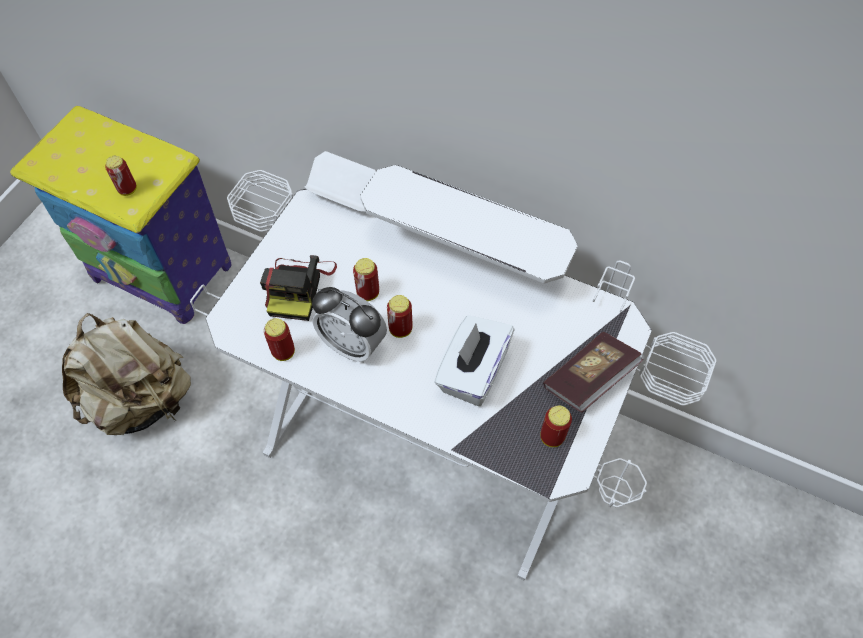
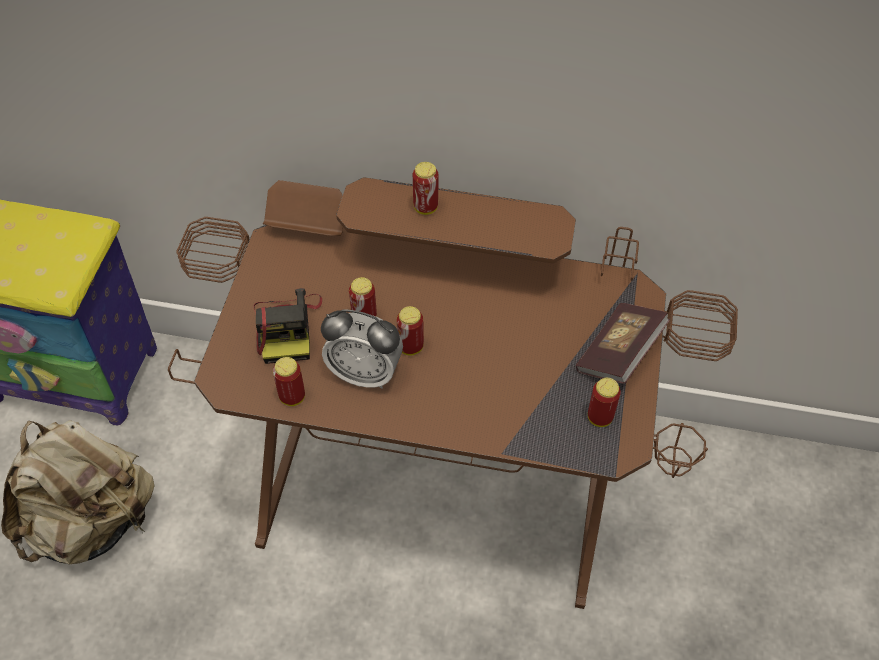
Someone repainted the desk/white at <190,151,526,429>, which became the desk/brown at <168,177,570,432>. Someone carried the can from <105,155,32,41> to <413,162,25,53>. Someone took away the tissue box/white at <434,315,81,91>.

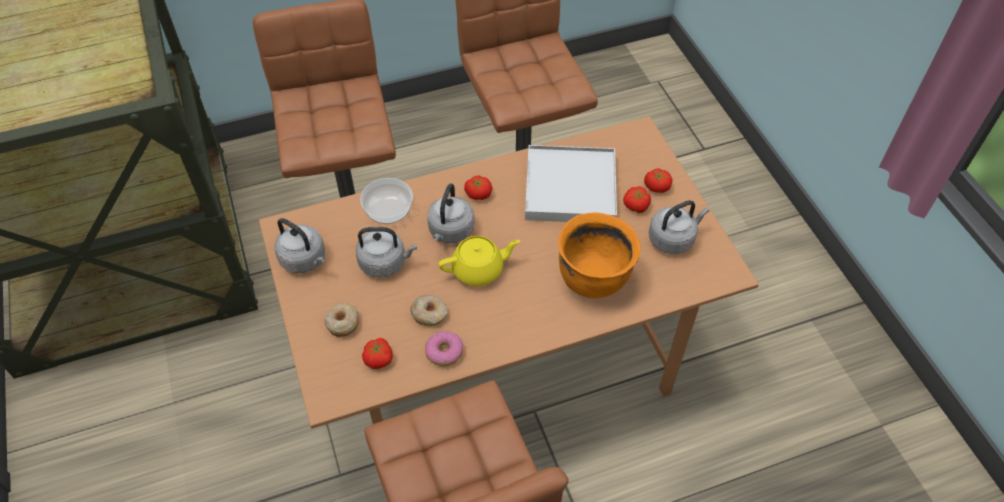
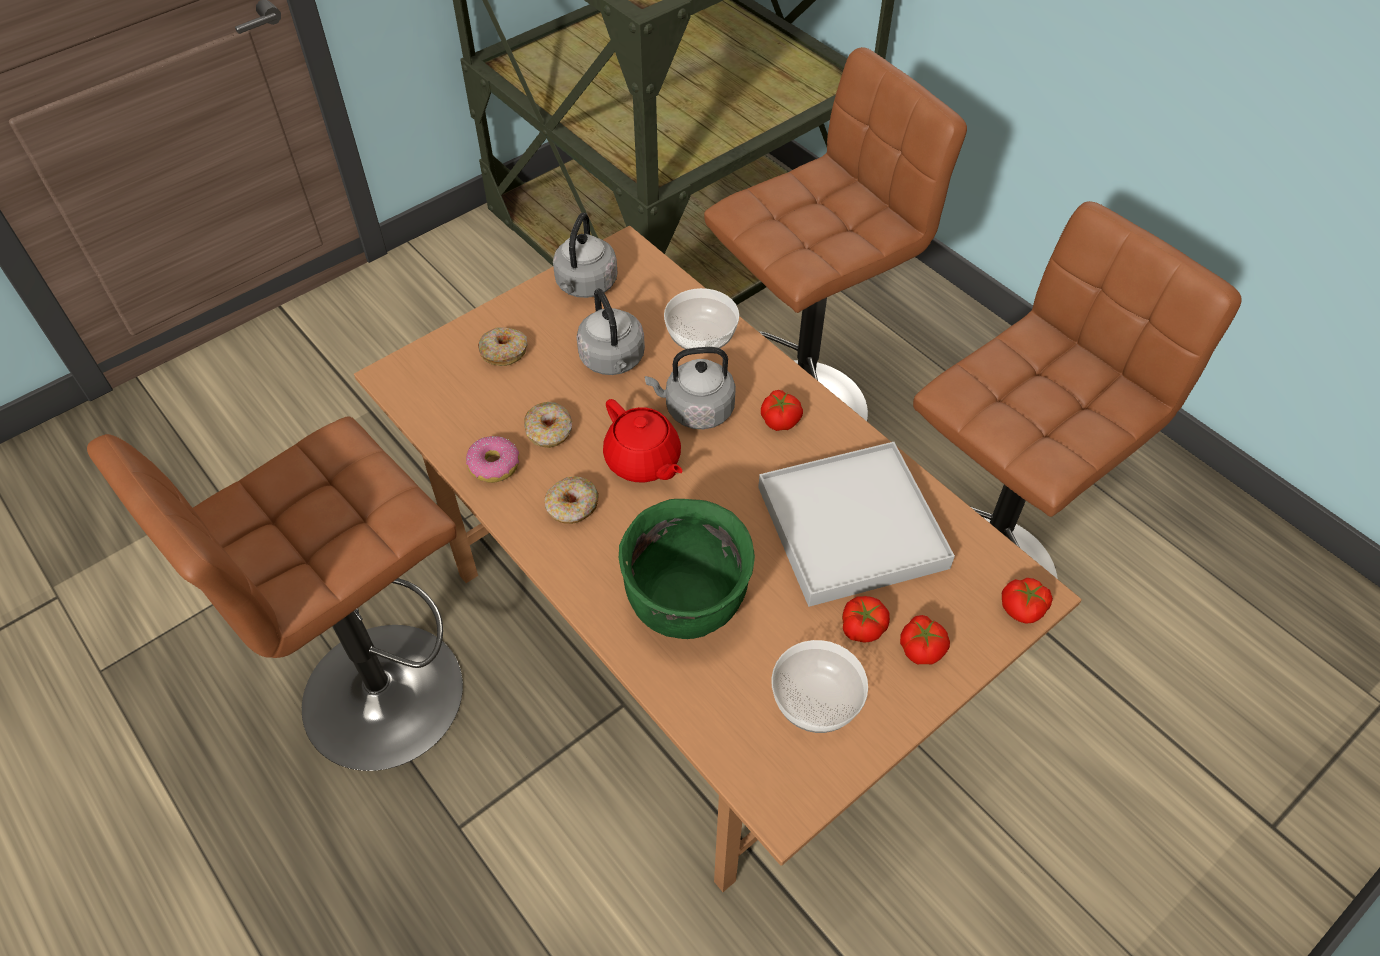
Someone swapped the kettle/grey at <649,200,60,54> for the bowl at <771,640,97,93>. Someone repainted the cooking pot/orange at <558,212,83,86>, which became the cooking pot/green at <619,499,136,140>. Someone repainted the teapot/yellow at <438,236,82,50>, which became the teapot/red at <603,399,80,83>. Someone carried the tomato from <362,338,31,31> to <1002,578,51,46>. Someone put down the donut at <545,477,54,47>.

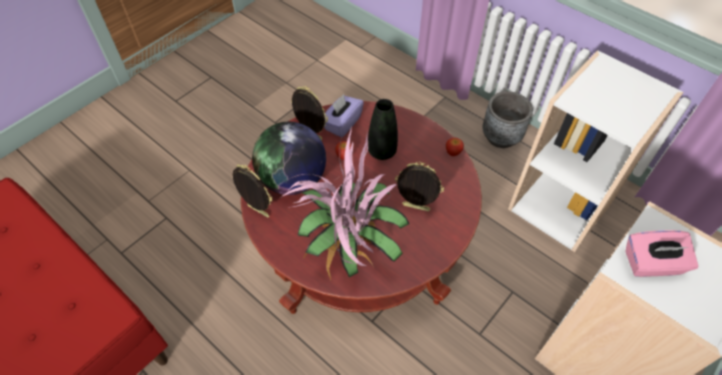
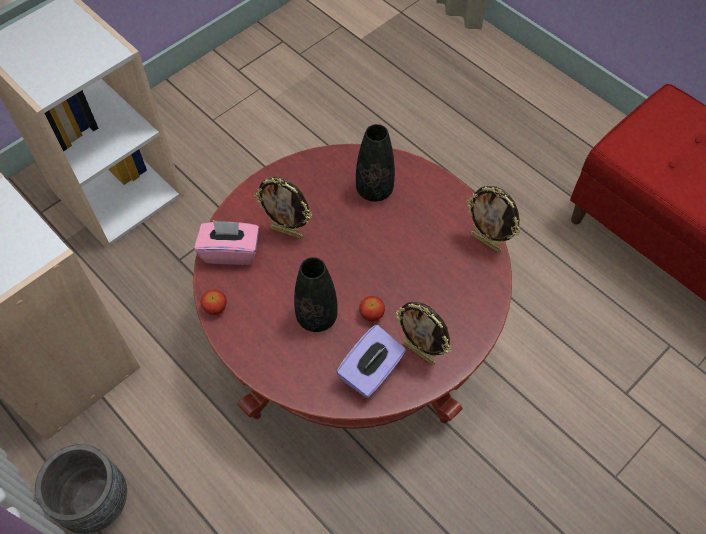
Someone took away the globe at <252,122,74,73>. Someone swapped the potted plant at <280,126,130,154> for the vase/black at <356,124,39,78>. Someone carried the tissue box/pink from <625,230,73,47> to <194,220,65,45>.

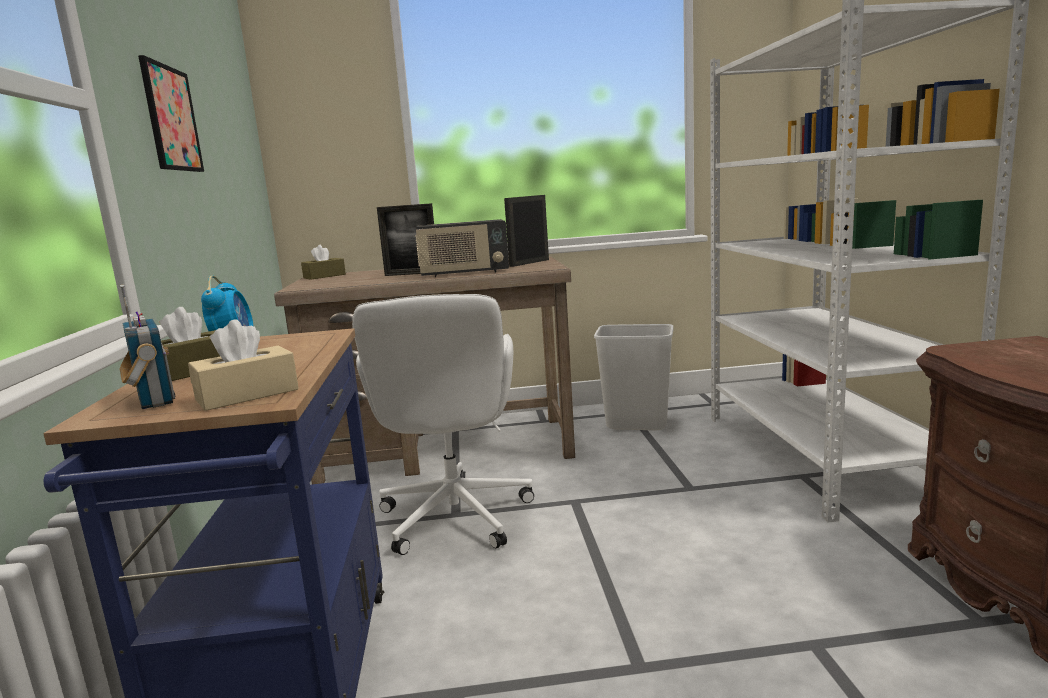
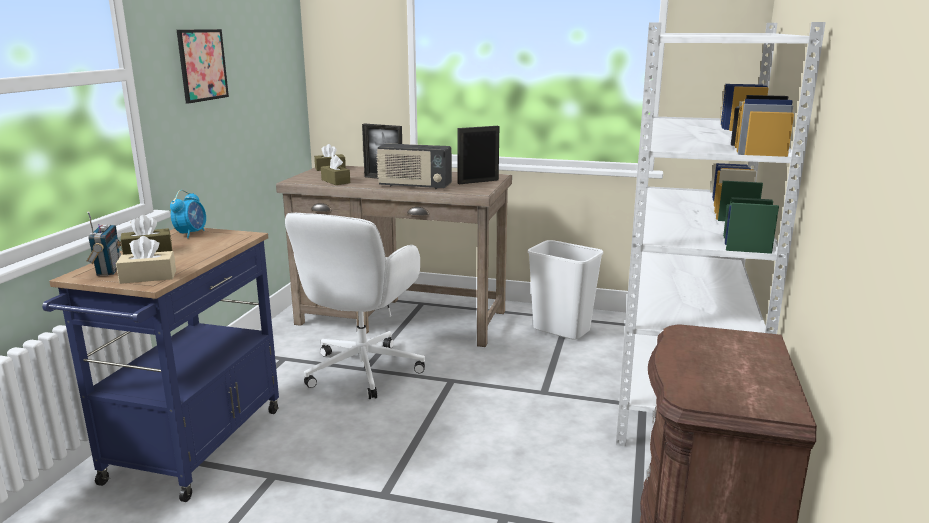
Someone put down the tissue box/brown at <321,155,29,30>.

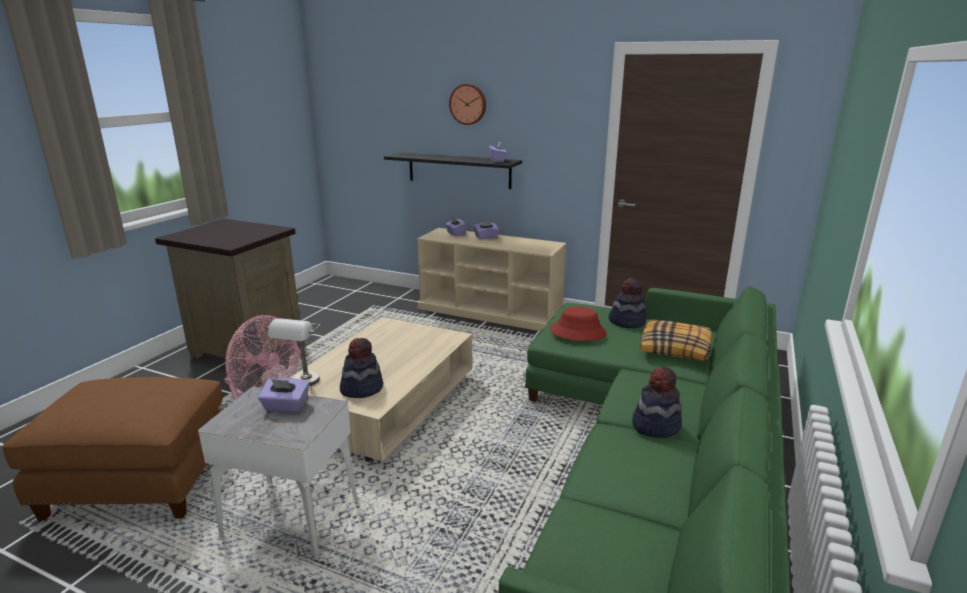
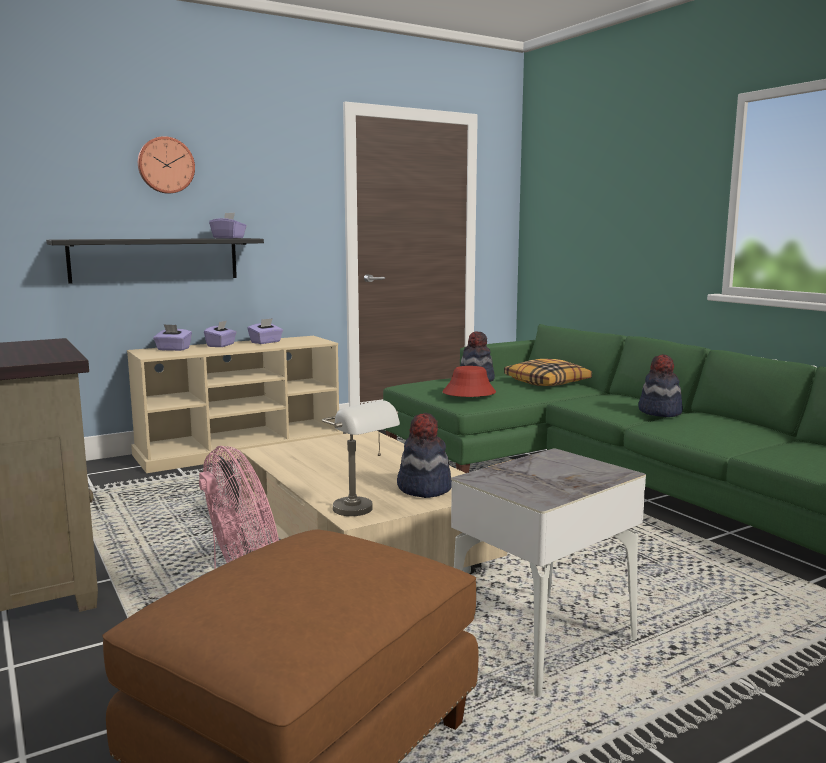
Someone carried the tissue box/purple from <258,378,51,35> to <247,318,36,26>.

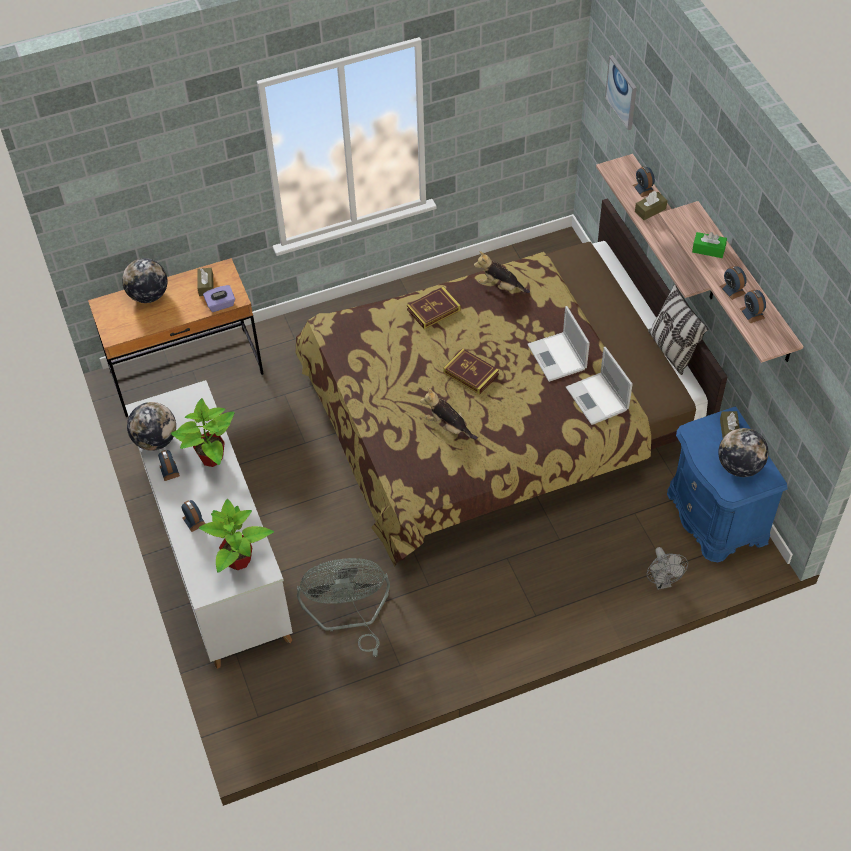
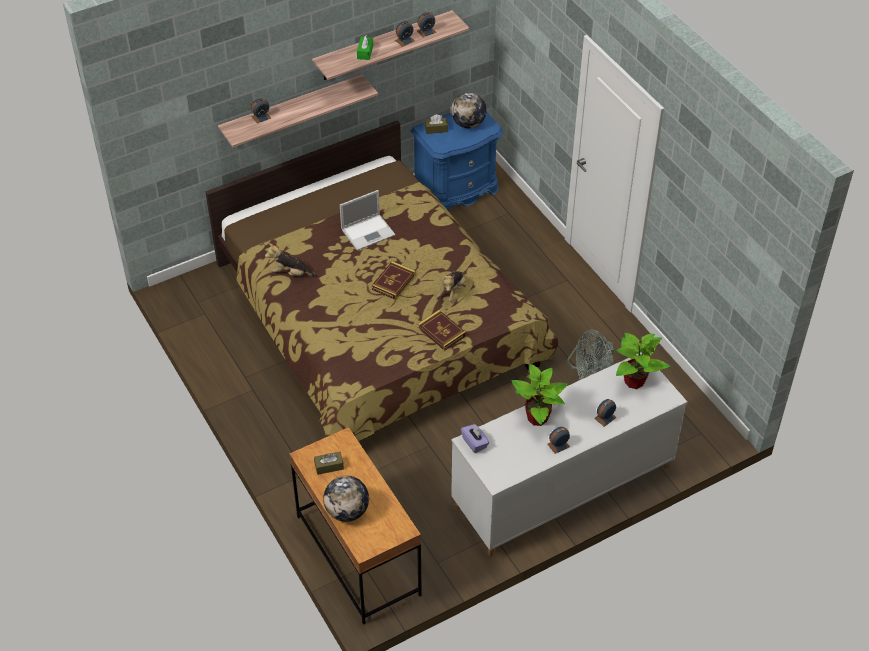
Someone took away the picture at <605,55,32,75>. Someone took away the tissue box/brown at <635,191,33,29>. Someone rotated the plush toy at <474,251,56,42> by 90 degrees clockwise. Someone took away the pillow at <648,284,60,91>. Someone carried the tissue box/purple from <203,285,32,27> to <461,424,28,29>. Someone carried the book from <407,287,54,42> to <418,310,48,41>. Someone took away the laptop at <566,347,67,78>. Someone took away the globe at <127,402,49,49>. Someone took away the fan/grey at <647,547,41,43>.

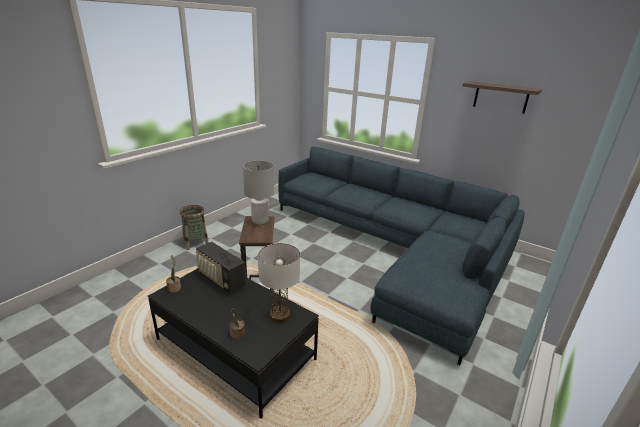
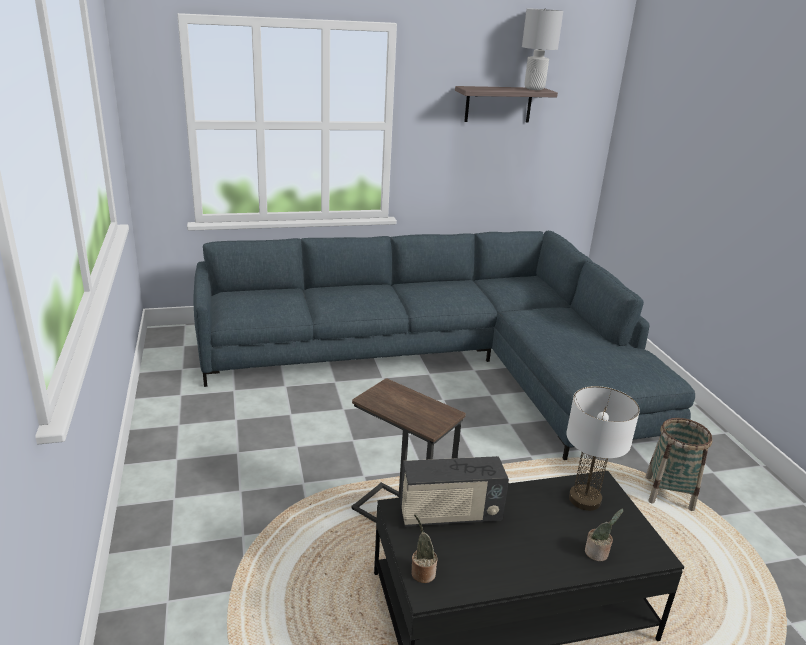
Someone carried the table lamp/grey from <243,161,31,63> to <522,8,41,82>. Someone carried the basket from <180,205,28,45> to <645,418,67,93>.

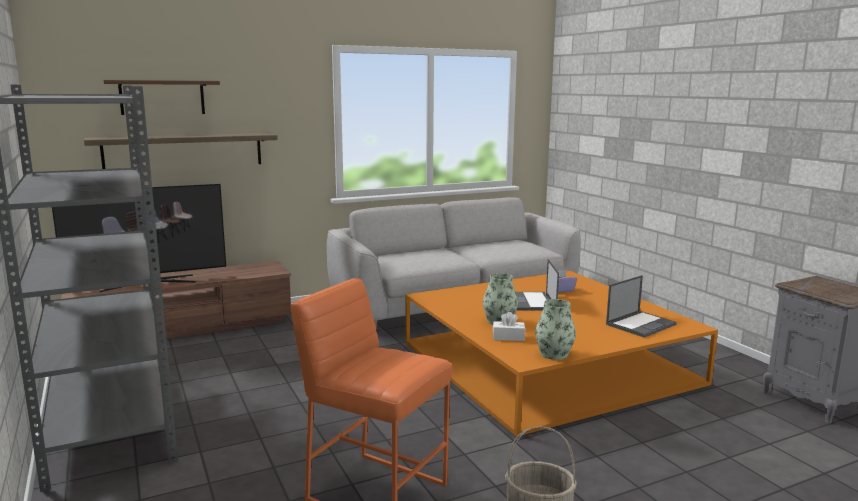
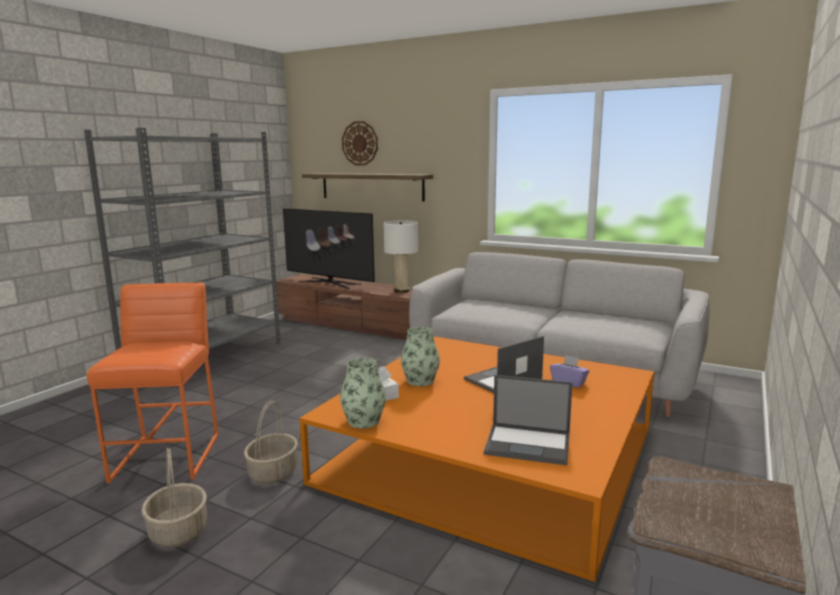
Someone swapped the shelf/brown at <103,80,117,35> for the wall clock at <342,121,36,45>. Someone put down the table lamp/white at <384,221,34,72>. Someone put down the basket at <244,401,54,83>.

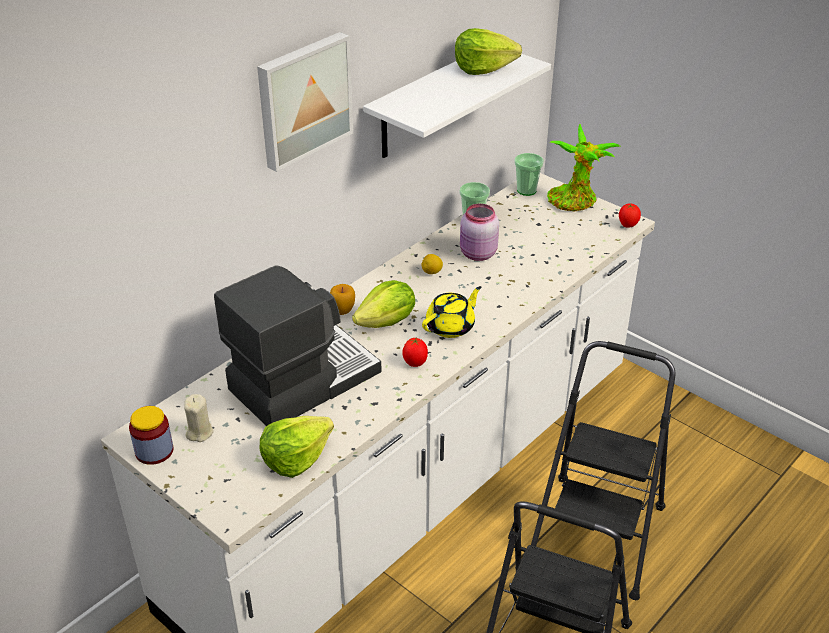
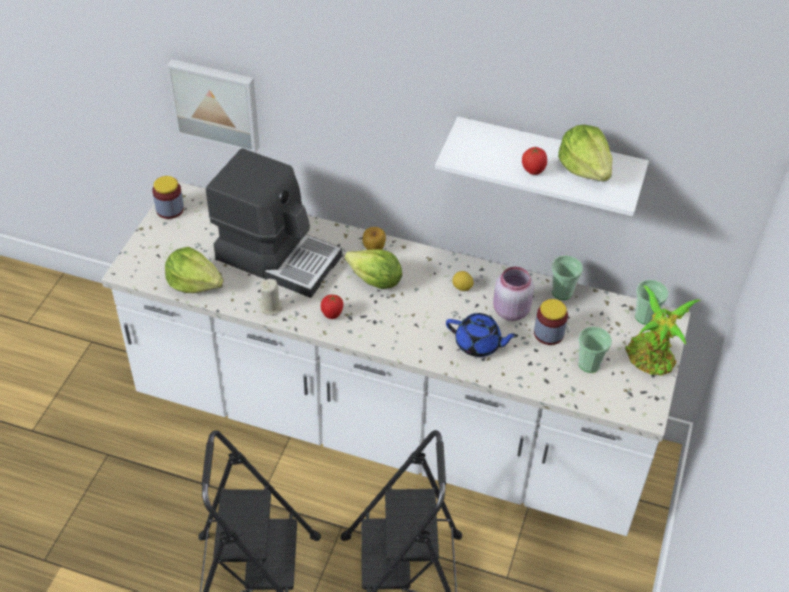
Someone carried the picture from <257,32,96,140> to <166,59,94,94>. Someone carried the tomato from <619,203,22,25> to <522,146,25,29>. Someone took away the teapot/yellow at <422,286,59,52>. Someone carried the candle/beige from <184,394,30,48> to <260,279,23,36>. Someone put down the jar at <534,299,34,46>. Someone put down the teapot/blue at <446,313,72,44>. Someone put down the cup at <578,327,34,46>.

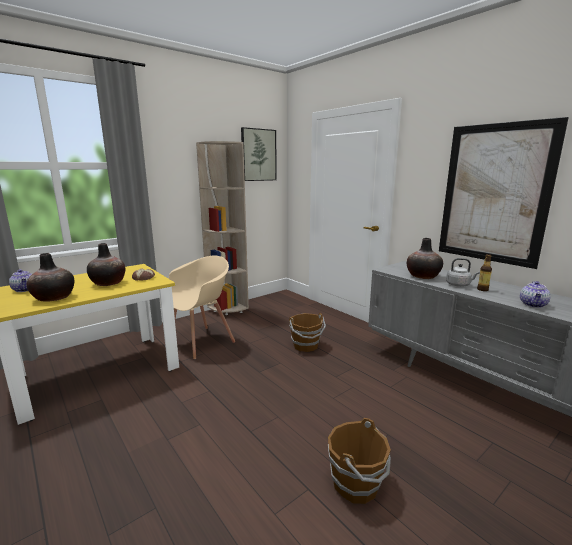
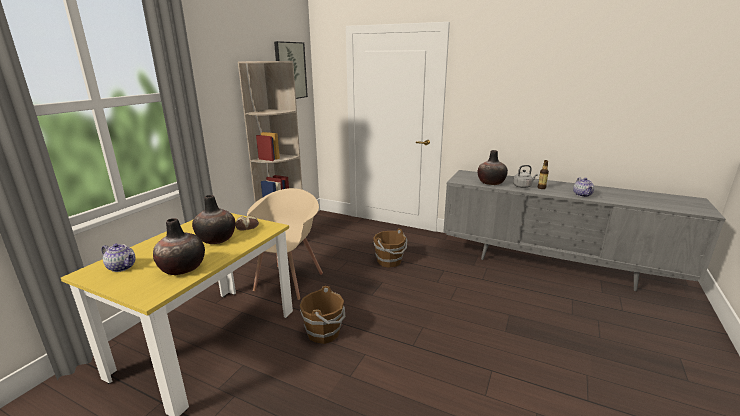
Someone took away the picture at <439,117,130,152>. Someone carried the bucket/brown from <328,418,63,86> to <300,286,45,58>.

